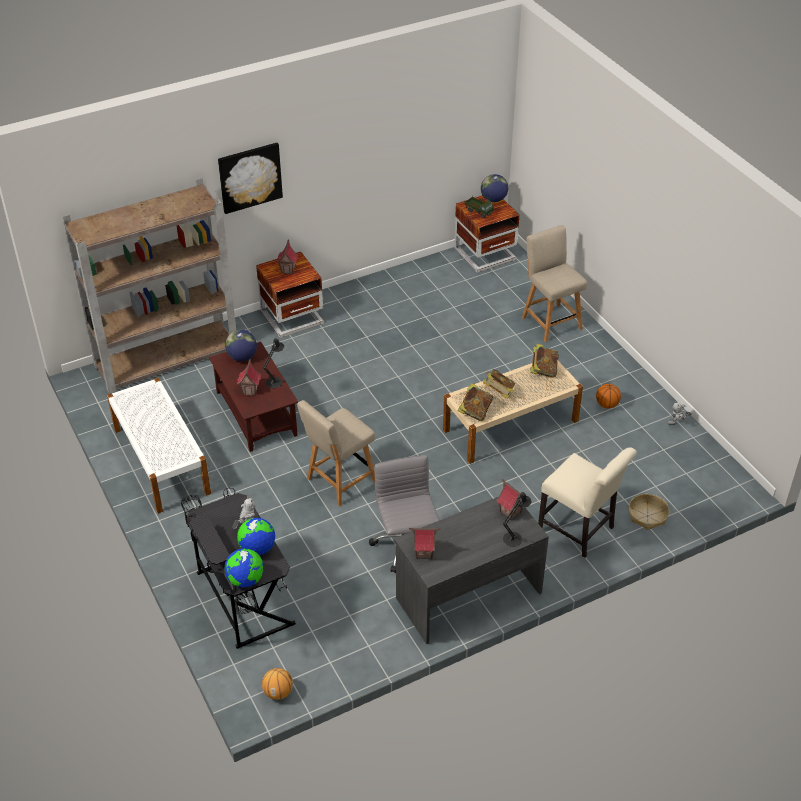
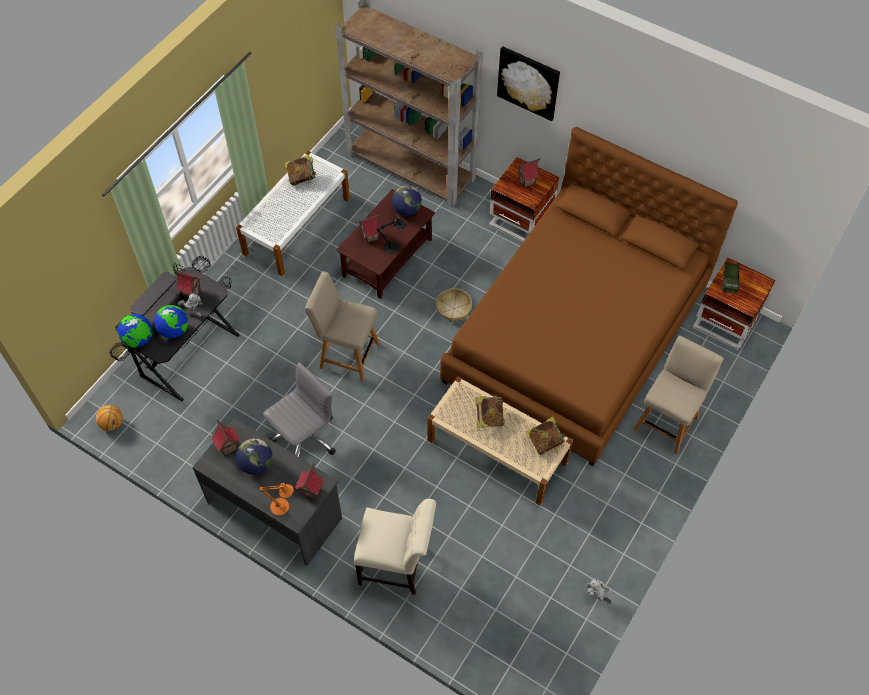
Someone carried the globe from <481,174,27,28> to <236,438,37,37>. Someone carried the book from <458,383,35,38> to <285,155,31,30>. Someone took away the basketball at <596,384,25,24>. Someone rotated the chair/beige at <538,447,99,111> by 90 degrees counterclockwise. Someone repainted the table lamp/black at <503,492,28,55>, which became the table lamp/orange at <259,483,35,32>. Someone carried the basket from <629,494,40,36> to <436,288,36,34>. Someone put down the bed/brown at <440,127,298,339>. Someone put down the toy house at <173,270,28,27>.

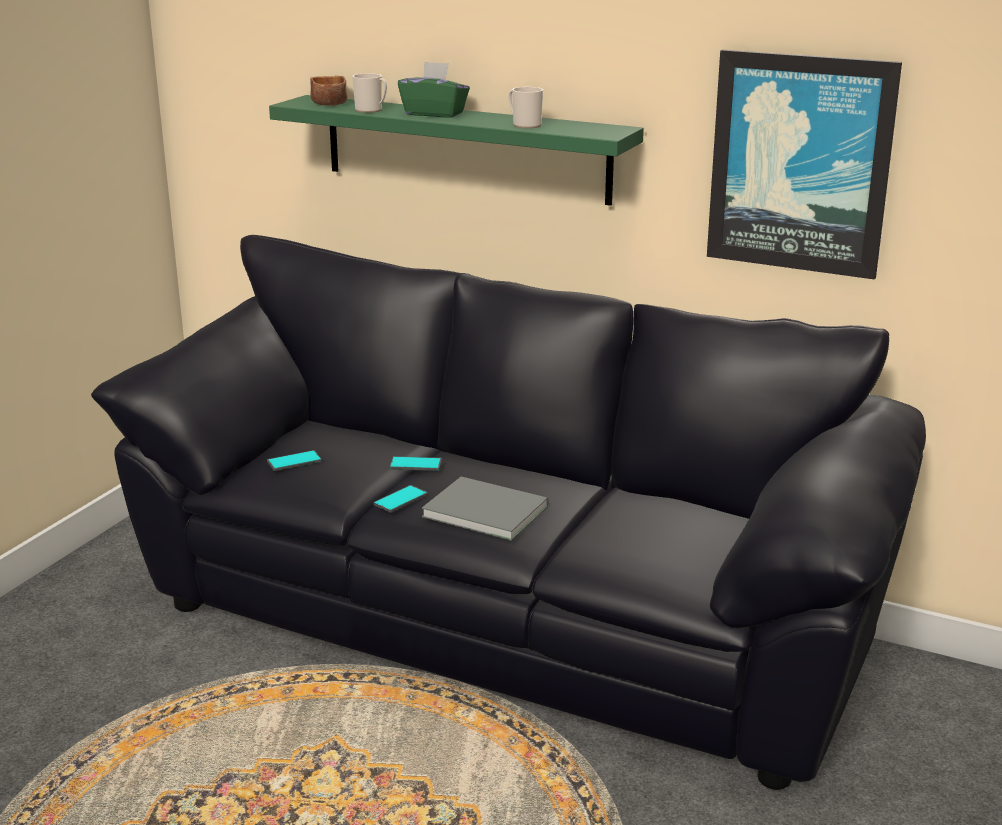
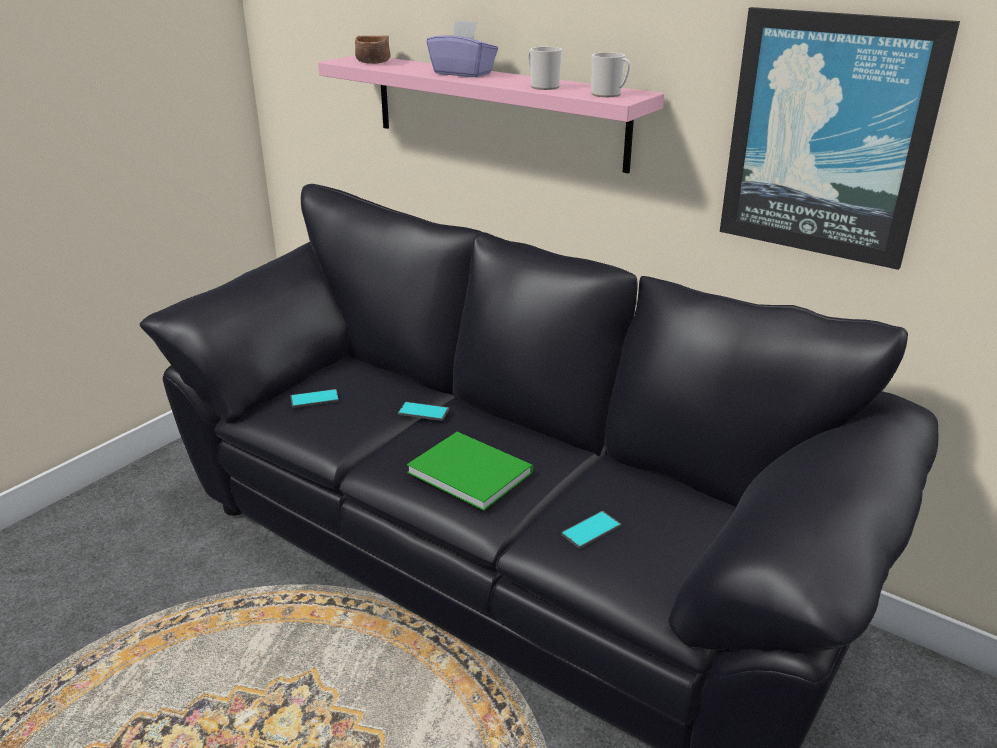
Someone repainted the tissue box/green at <398,61,72,57>, which became the tissue box/purple at <427,20,71,57>. Someone carried the mug from <352,73,35,40> to <592,52,38,45>. Someone repainted the shelf/green at <269,95,375,111>, which became the shelf/pink at <318,56,346,117>. Someone repainted the book/grey at <422,476,127,65>, which became the book/green at <407,432,126,79>. Someone carried the phone from <373,485,55,28> to <561,511,60,38>.

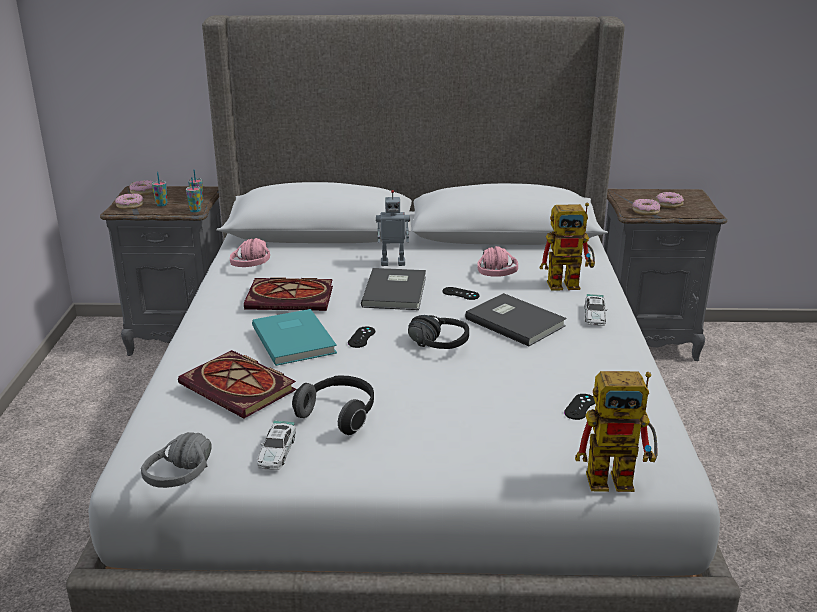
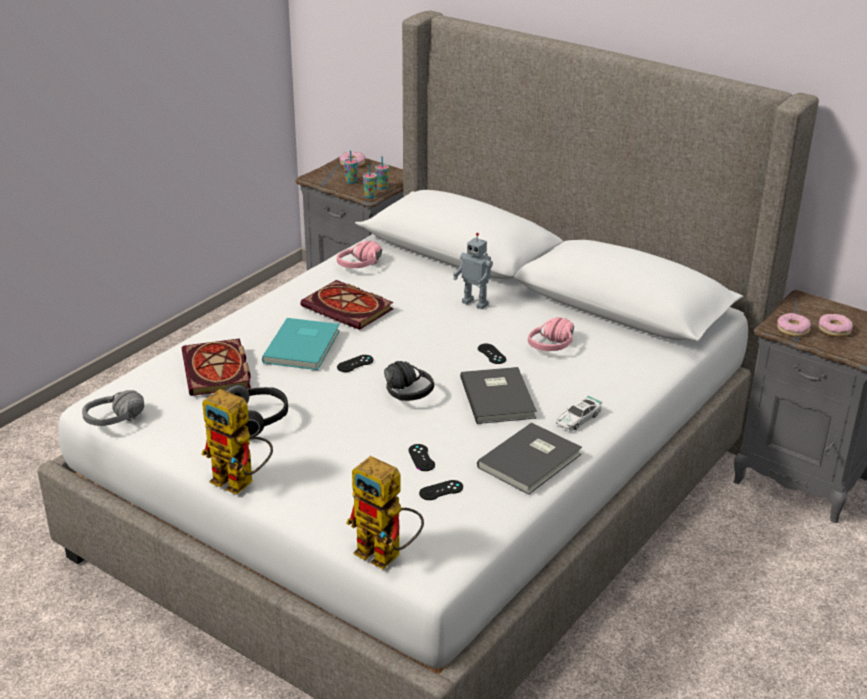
Someone took away the donut at <115,193,29,17>. Someone carried the toy robot from <539,203,56,88> to <201,389,72,106>. Someone carried the book/grey from <361,268,65,42> to <477,422,105,73>. Someone took away the toy car at <257,420,39,50>. Someone put down the game controller/black at <408,444,27,27>.

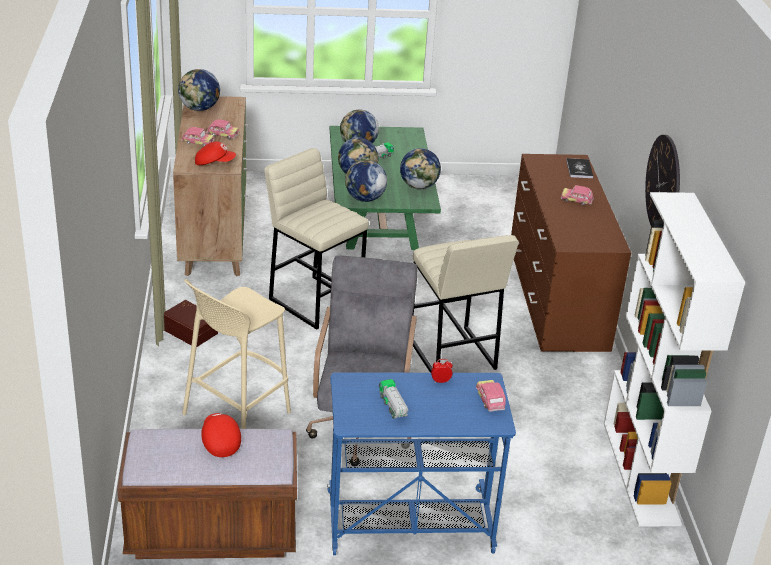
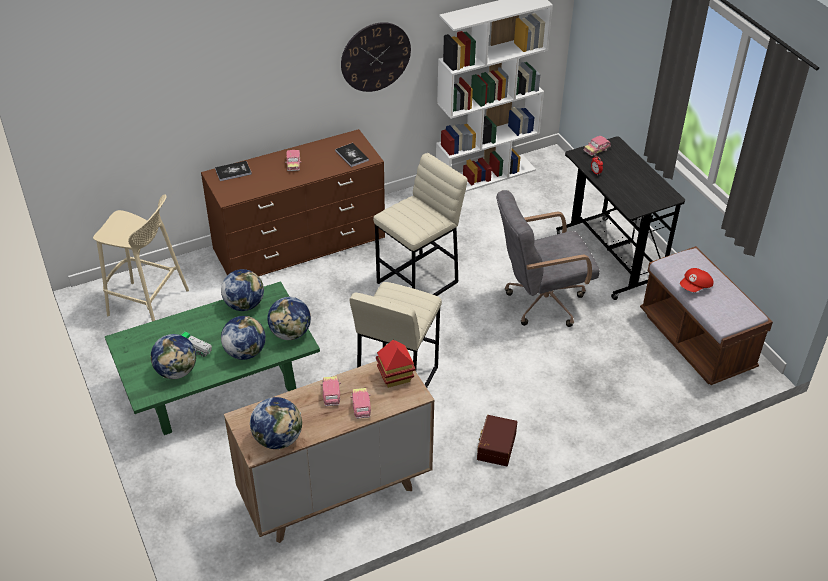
Someone swapped the cap/red at <195,141,41,24> for the toy house at <376,340,39,48>. Someone carried the stool/beige from <182,279,109,150> to <93,194,96,127>. Someone repainted the desk/blue at <327,373,189,182>, which became the desk/black at <556,136,129,164>. Someone took away the toy truck at <379,379,29,40>. Someone put down the book at <335,143,34,24>.

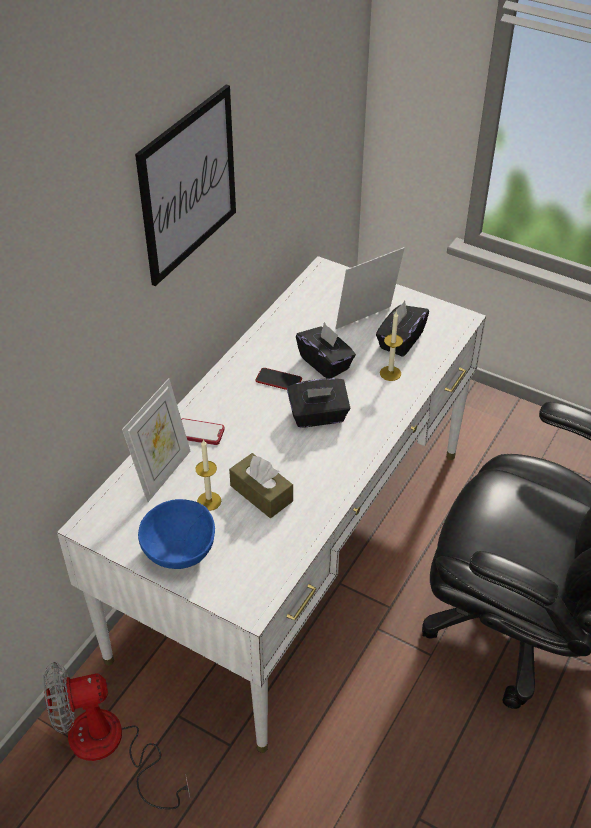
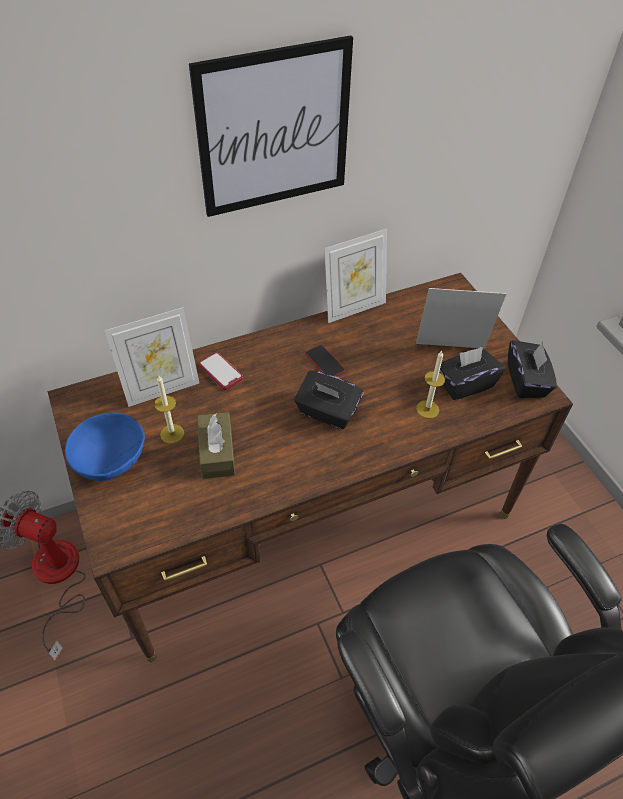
Someone repainted the desk/white at <57,256,429,497>, which became the desk/brown at <48,273,525,389>. Someone carried the tissue box/black from <296,323,60,55> to <508,340,49,58>. Someone put down the picture frame at <324,229,63,94>.

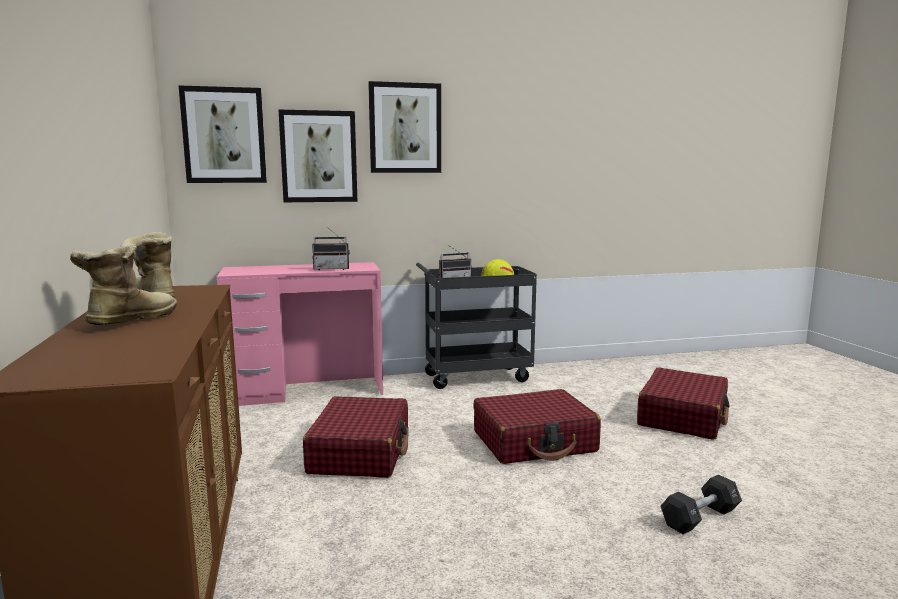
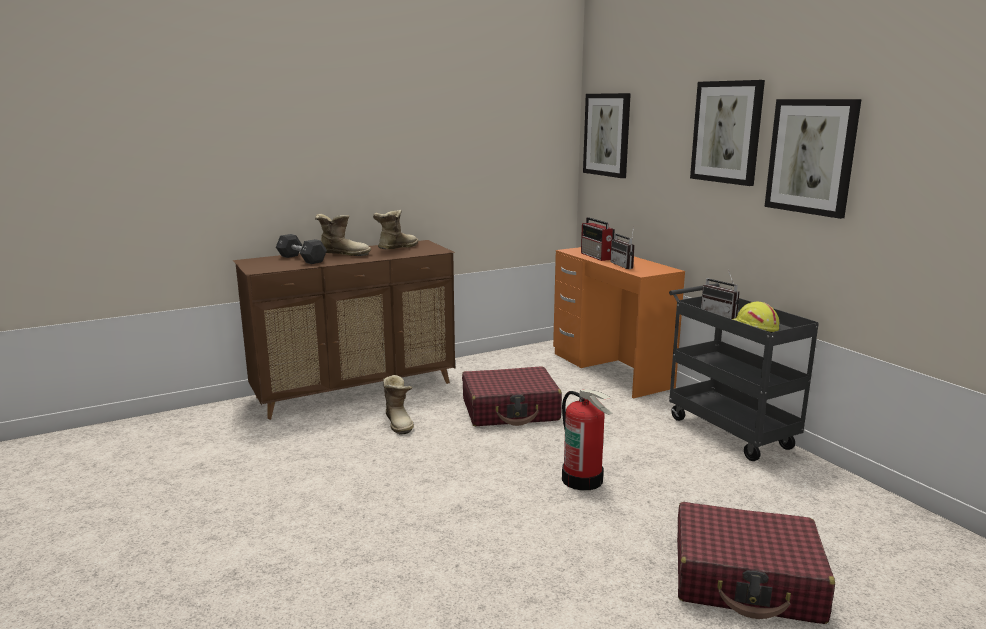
Someone carried the picture from <279,110,78,92> to <765,99,97,120>. Someone repainted the desk/pink at <217,262,166,144>, which became the desk/orange at <553,247,132,152>. Someone swapped the suitcase/red at <473,389,128,75> for the fire extinguisher at <562,389,50,102>. Someone carried the dumbbell/black from <660,475,82,59> to <276,234,51,30>. Someone put down the radio at <581,217,34,44>. Someone put down the boot at <383,375,31,60>.

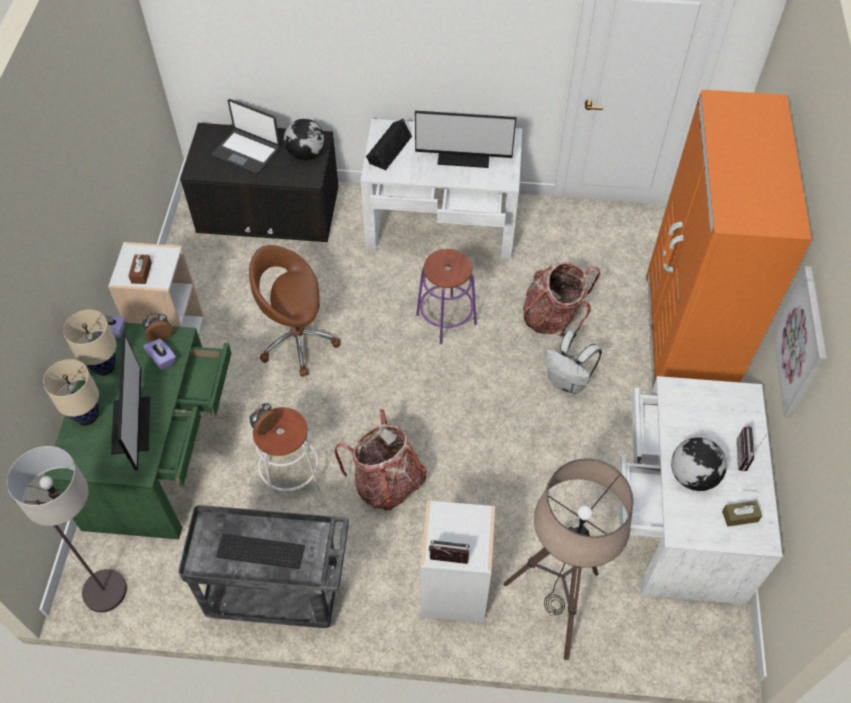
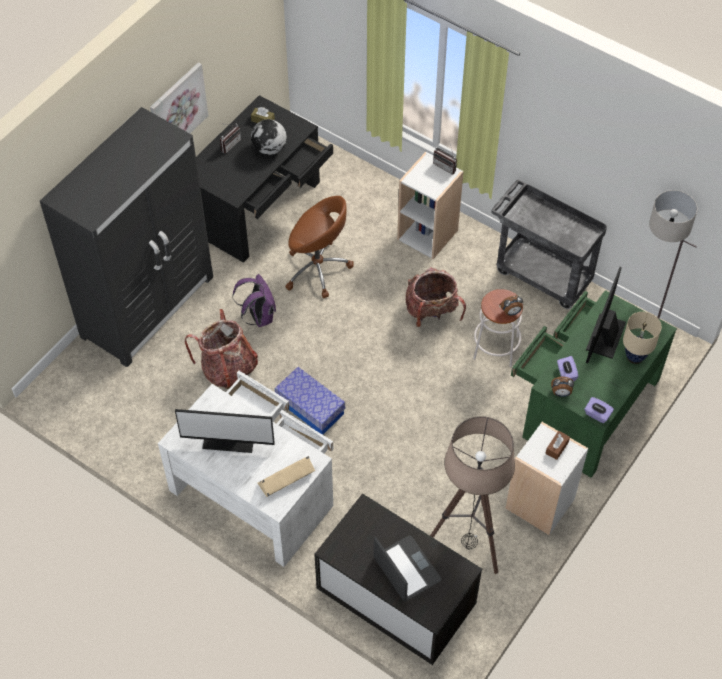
Someone repainted the cabinet/orange at <646,90,166,302>, which became the cabinet/black at <40,107,173,260>. Someone rotated the monitor at <415,111,101,57> by 150 degrees clockwise. Someone took away the globe at <284,119,41,41>. Someone repainted the speaker/black at <366,119,46,51>, which became the speaker/beige at <257,456,58,41>. Someone carried the office chair/brown from <249,245,91,131> to <286,196,68,102>. Someone swapped the stool/purple at <416,249,61,95> for the storage box at <275,367,70,68>. Someone took away the table lamp/beige at <63,310,54,66>. Someone repainted the backpack/white at <543,330,59,66>, which became the backpack/purple at <232,274,44,53>. Someone repainted the desk/white at <619,376,164,228>, which became the desk/black at <196,95,137,168>. Someone carried the floor lamp from <503,459,130,201> to <430,416,85,158>. Someone took away the keyboard at <216,534,89,35>.

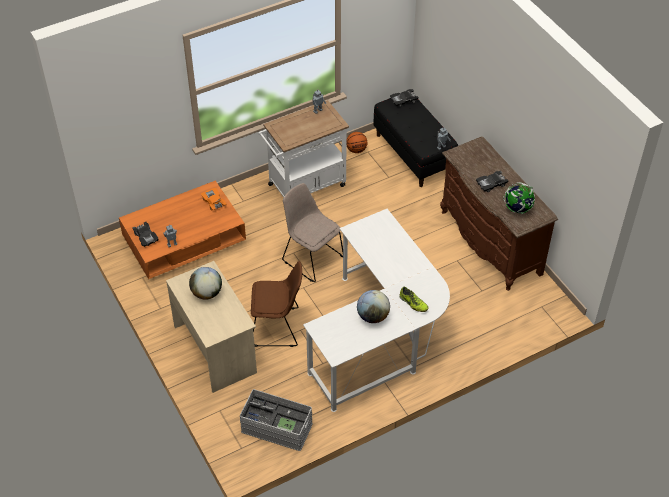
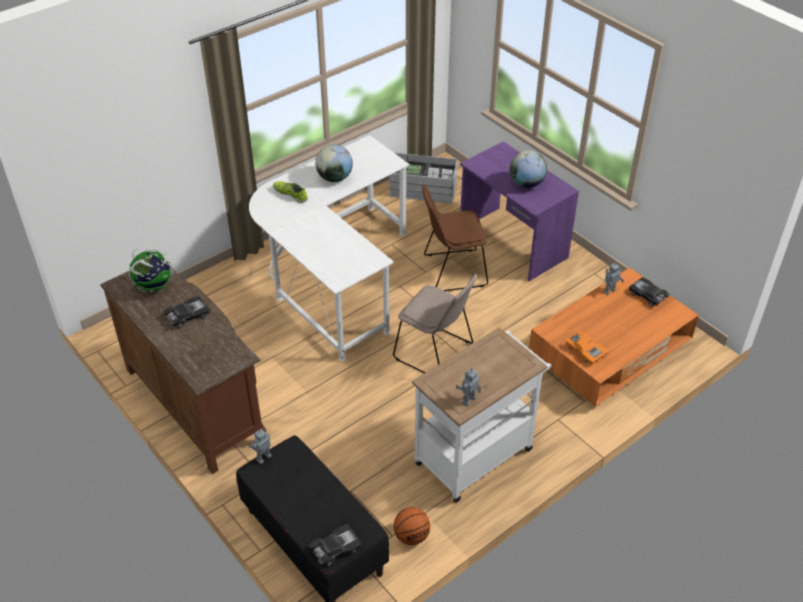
Someone repainted the desk/beige at <166,261,91,132>, which became the desk/purple at <460,141,119,140>.

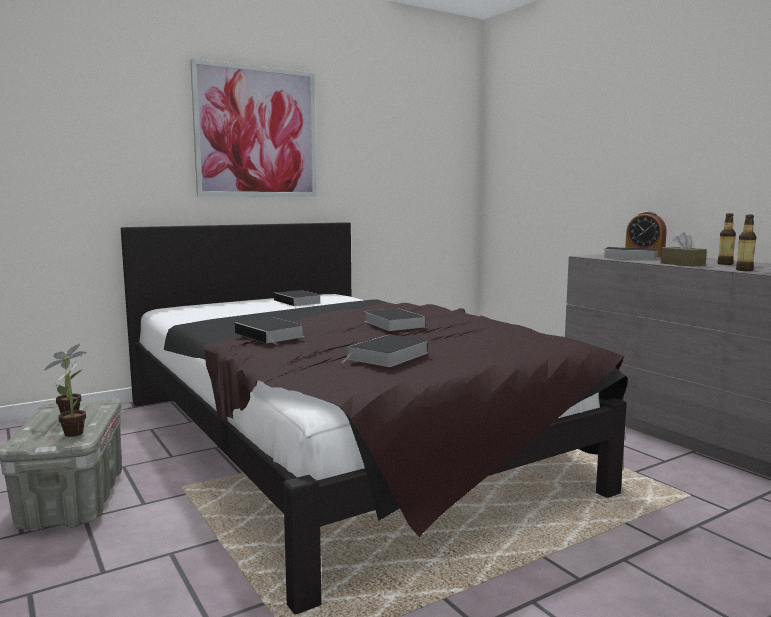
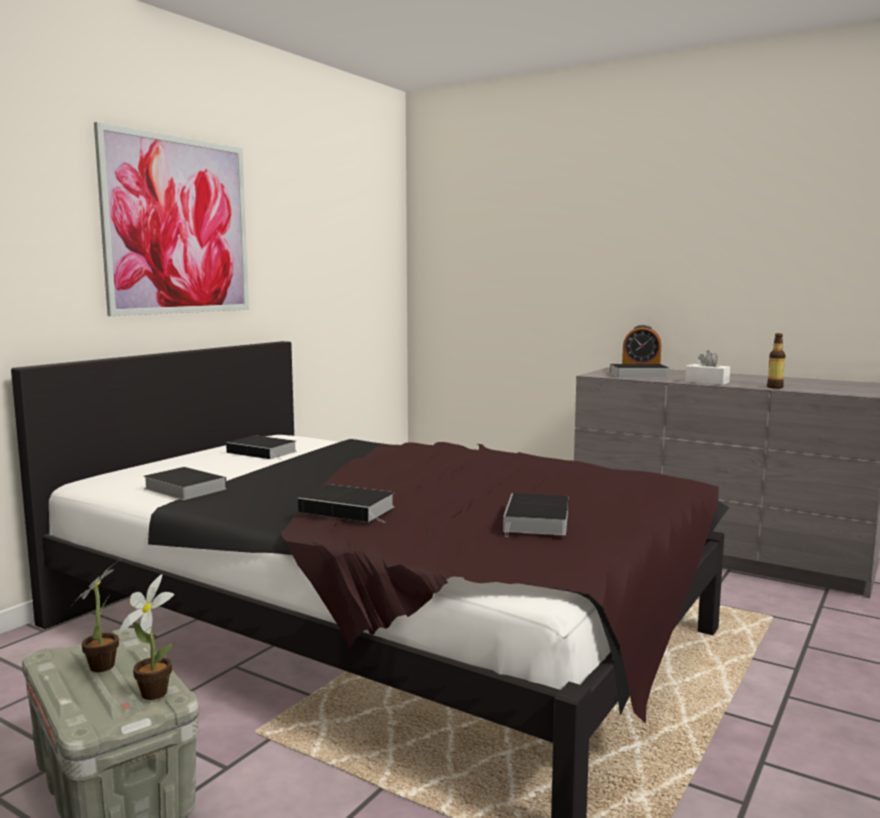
Someone took away the bottle at <717,213,19,52>. Someone repainted the tissue box/brown at <661,232,46,35>, which became the tissue box/white at <685,350,45,35>. Someone carried the book from <364,308,62,23> to <143,467,84,33>.

